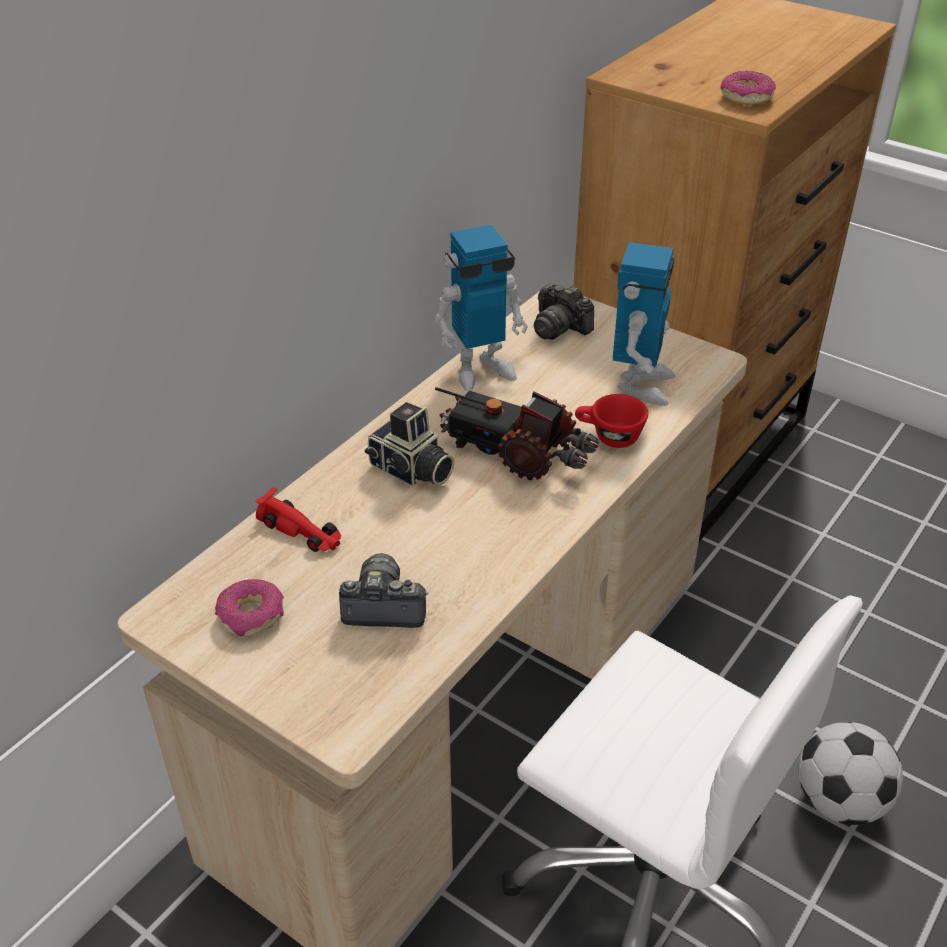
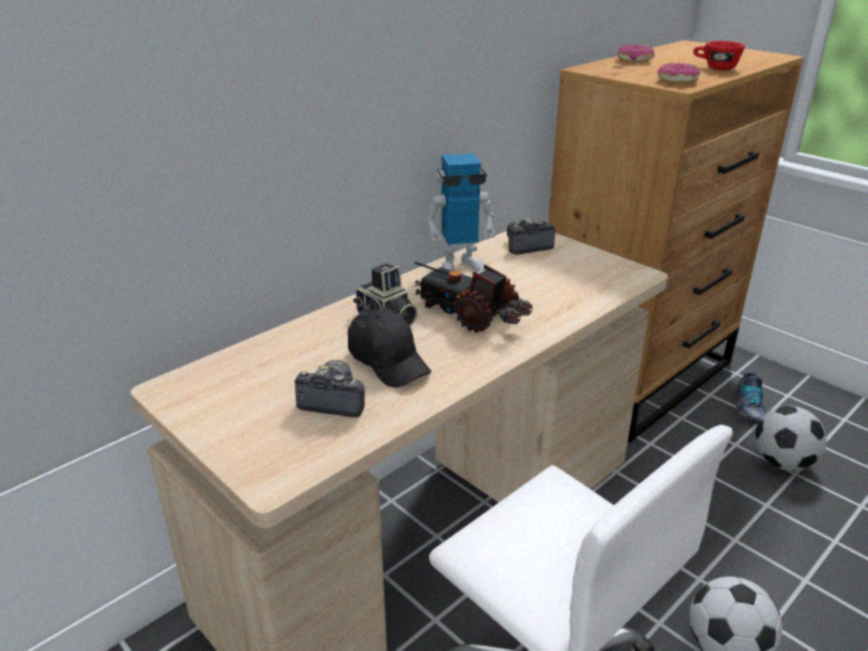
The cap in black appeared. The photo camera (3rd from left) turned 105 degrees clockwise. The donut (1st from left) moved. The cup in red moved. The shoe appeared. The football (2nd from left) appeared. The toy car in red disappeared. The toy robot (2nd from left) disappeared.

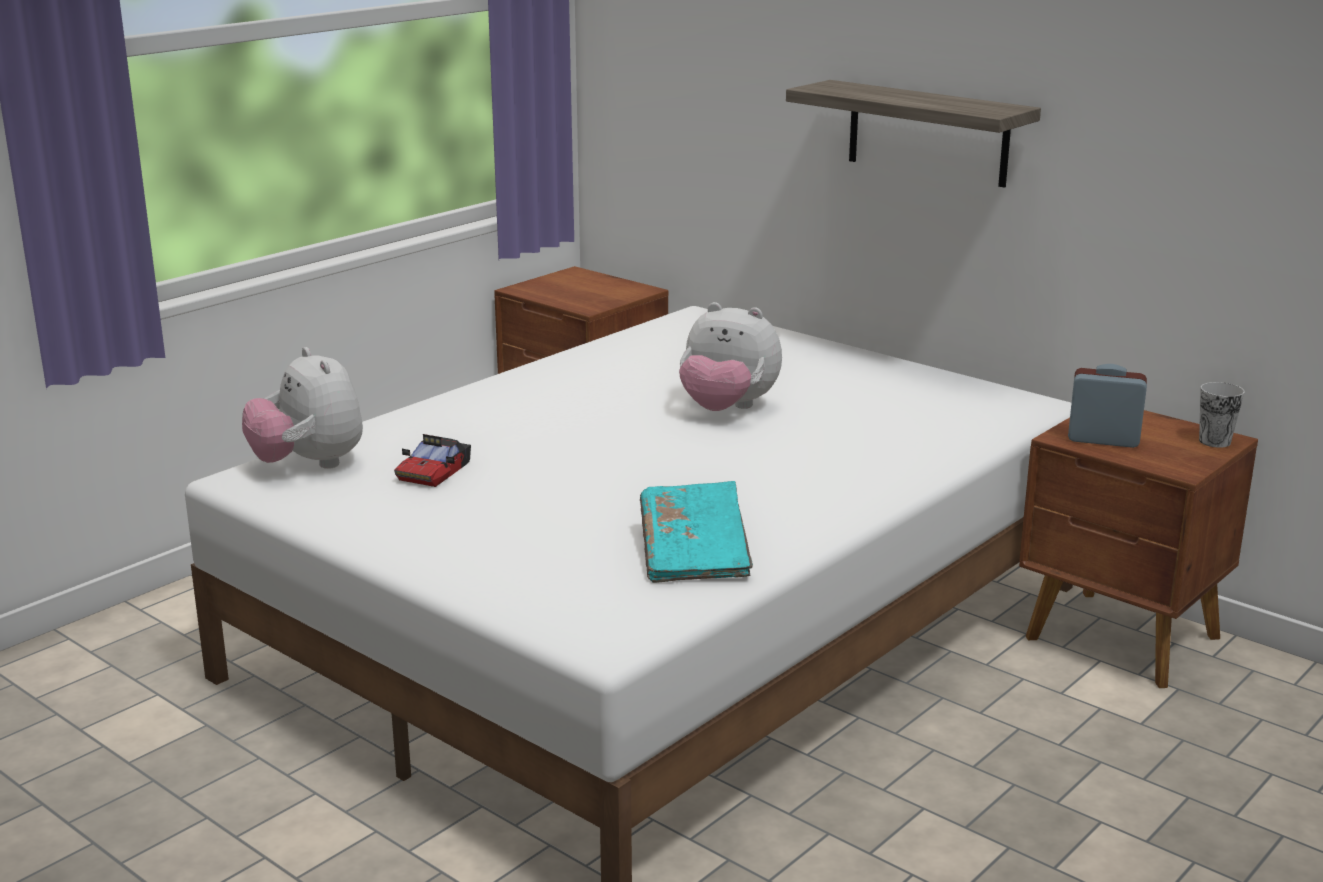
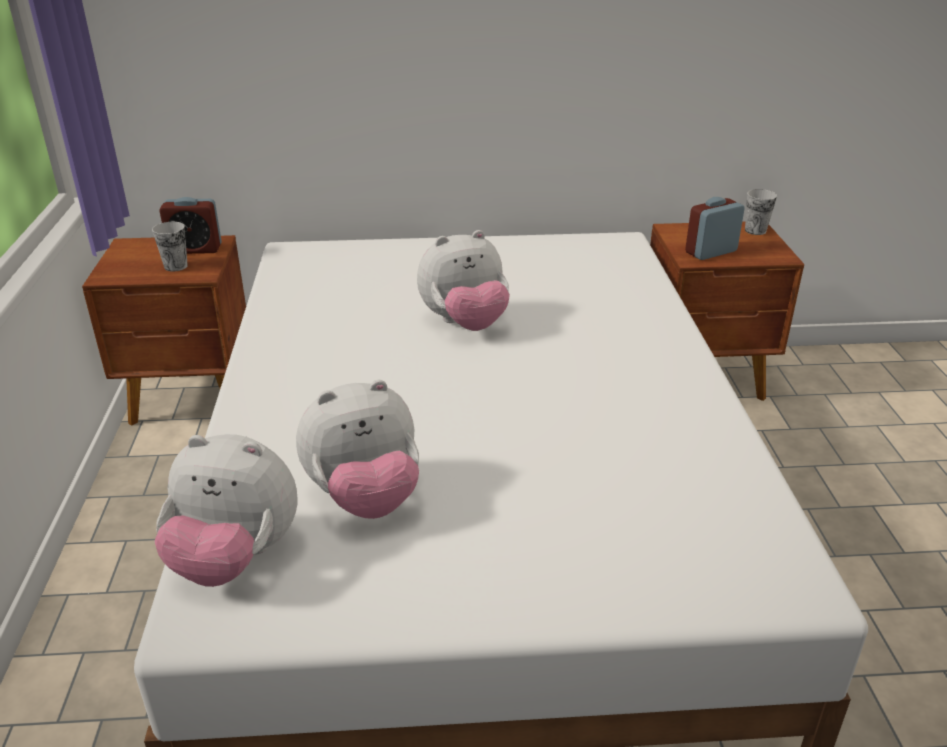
The cup (1st from left) appeared. The alarm clock (1st from left) appeared. The toy car was replaced by the plush toy (2nd from left). The book in turquoise disappeared. The shelf disappeared.

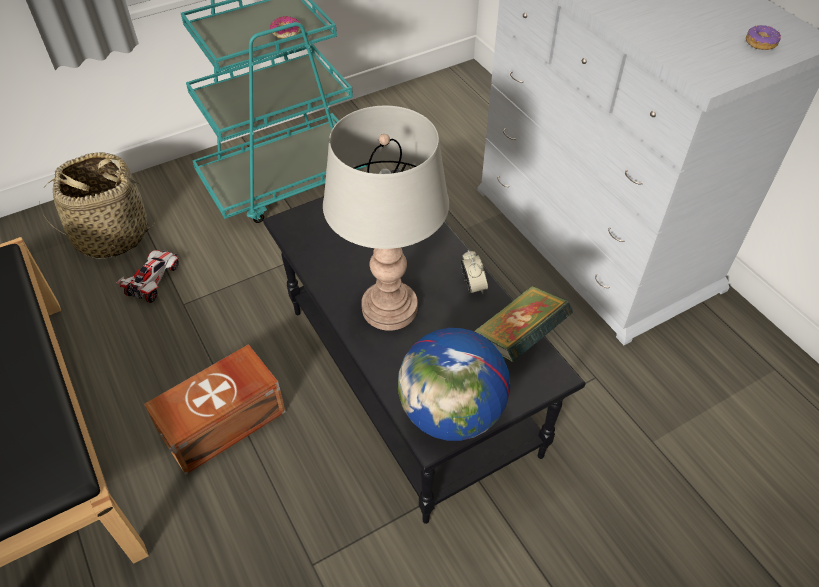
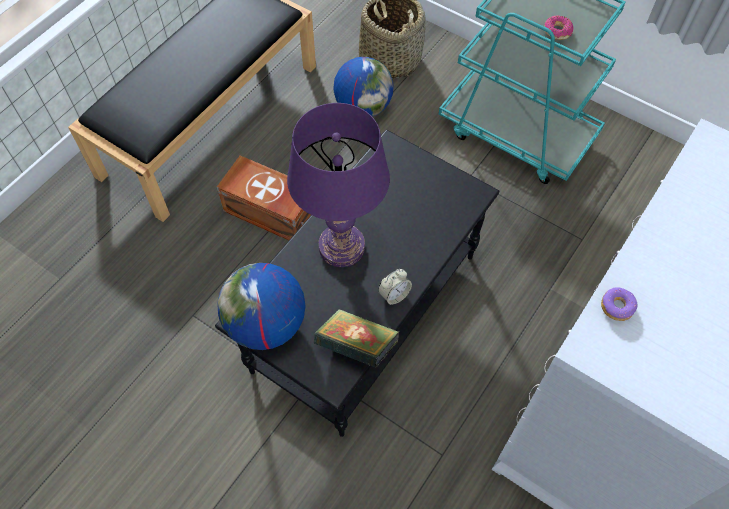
The table lamp in grey became the table lamp in purple. The toy car was replaced by the globe (2nd from left). The donut (2nd from left) moved.

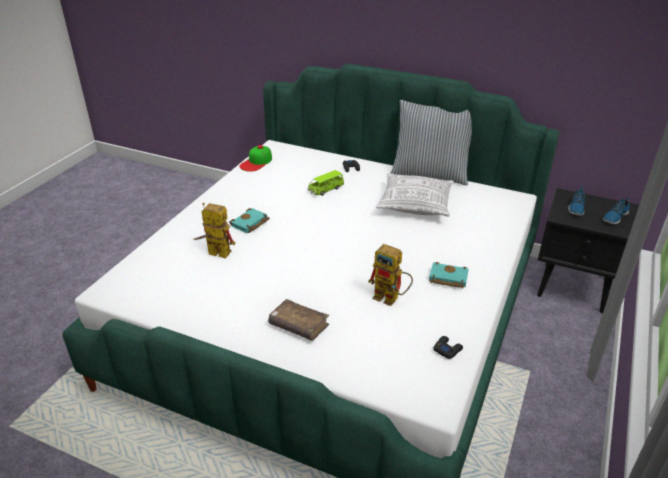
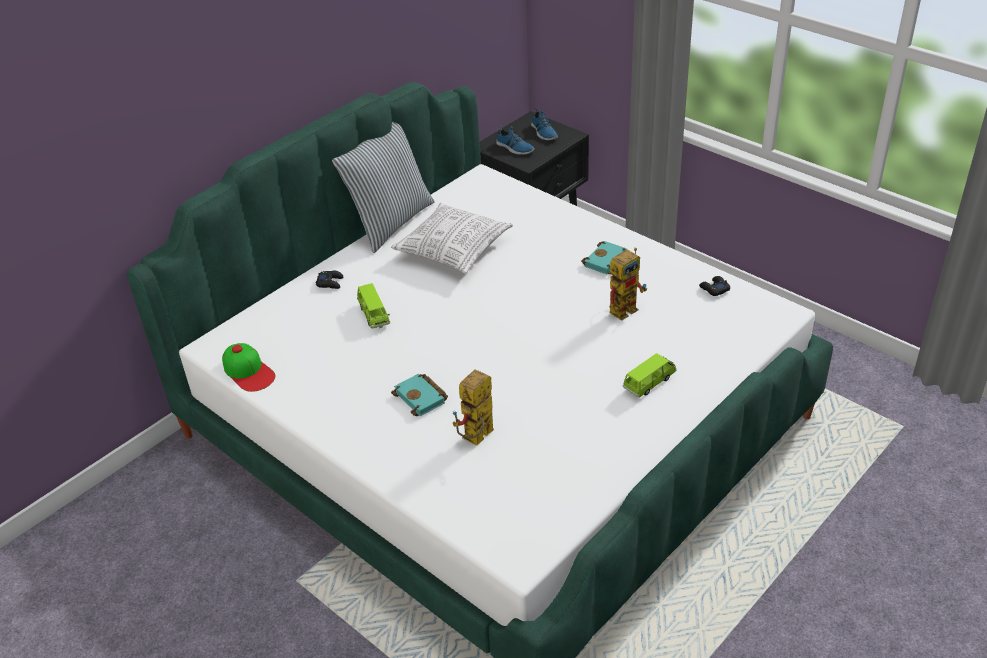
The book in brown was replaced by the toy car in green (2nd from left).

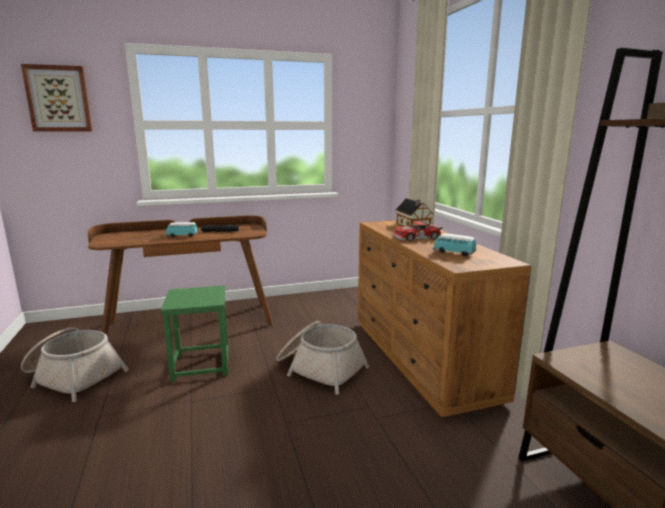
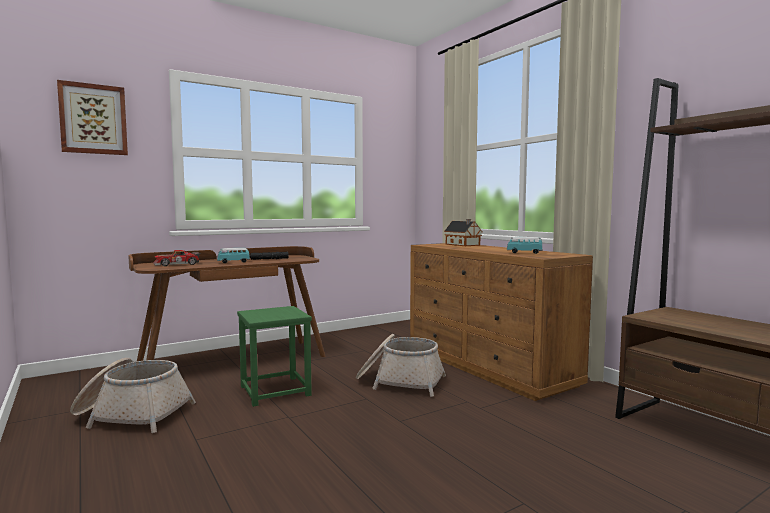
The toy car (2nd from left in the first image) moved.

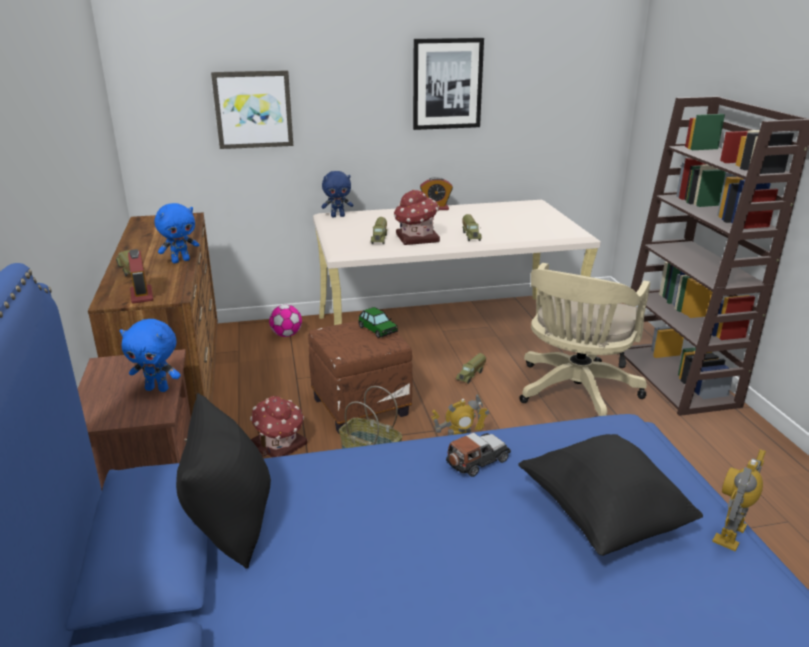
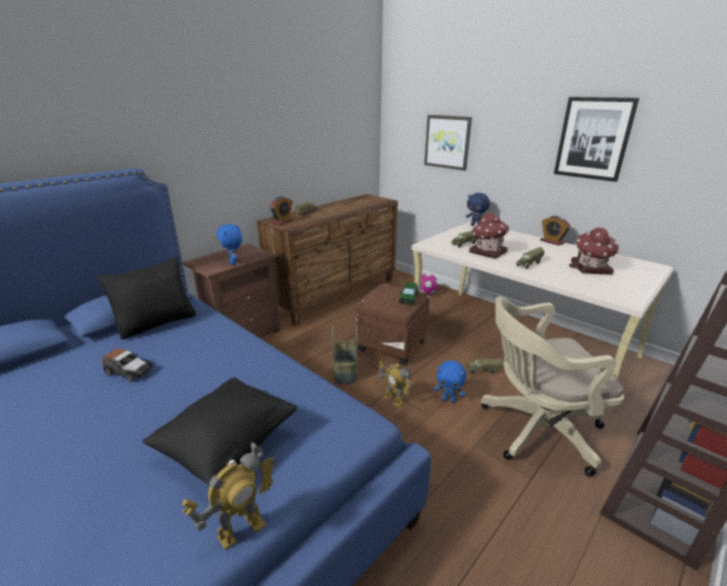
The toy car (2nd from left in the first image) moved. The toy robot (2nd from left in the first image) turned 135 degrees clockwise. The plush toy in blue (2nd from left) moved. The toy house (1st from left in the first image) moved.

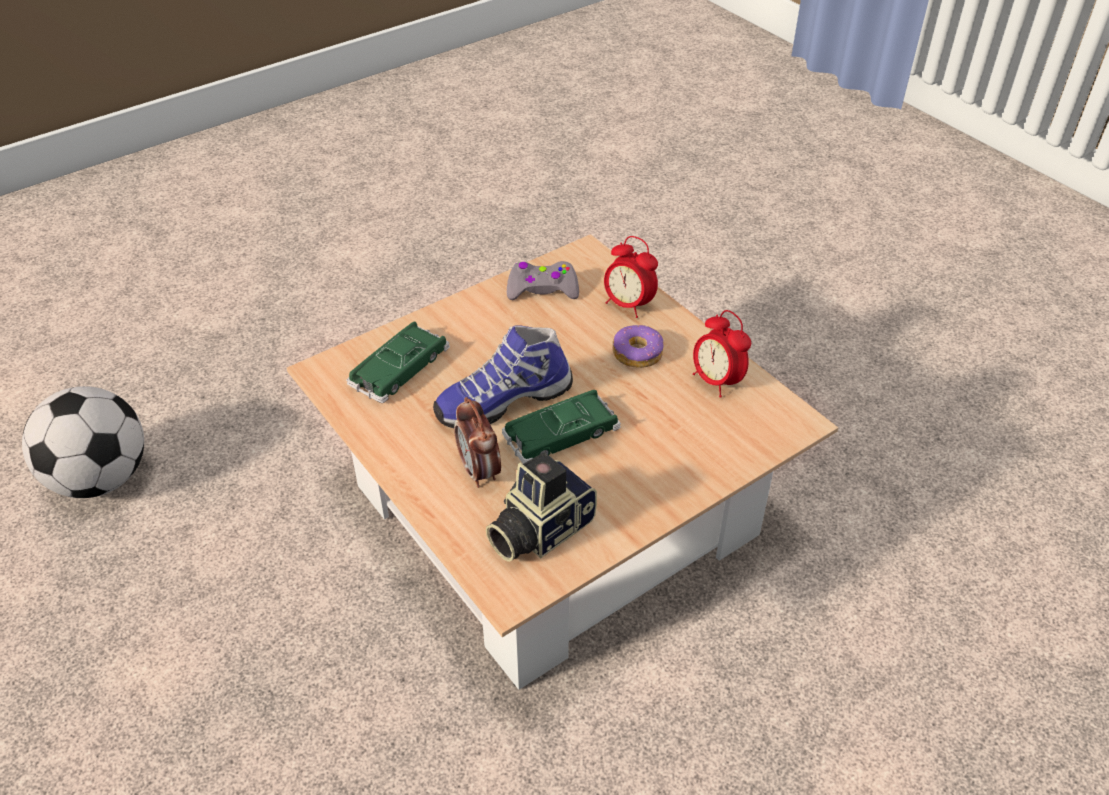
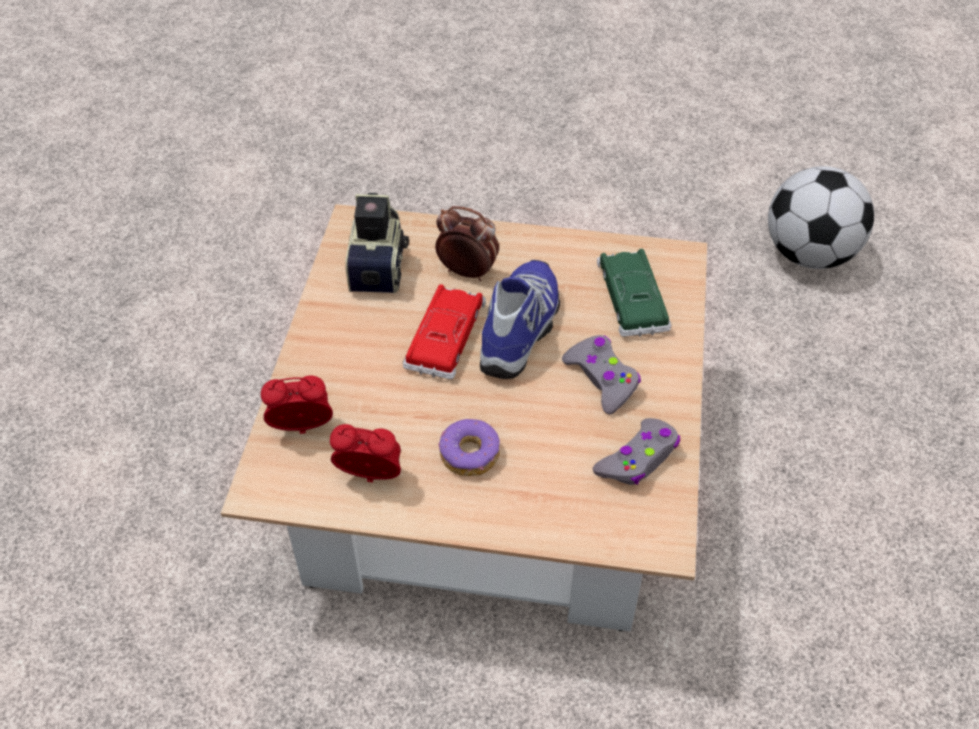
The alarm clock (2nd from left in the first image) moved. The toy car in green (2nd from left) became the toy car in red. The game controller in grey (1st from left) appeared.

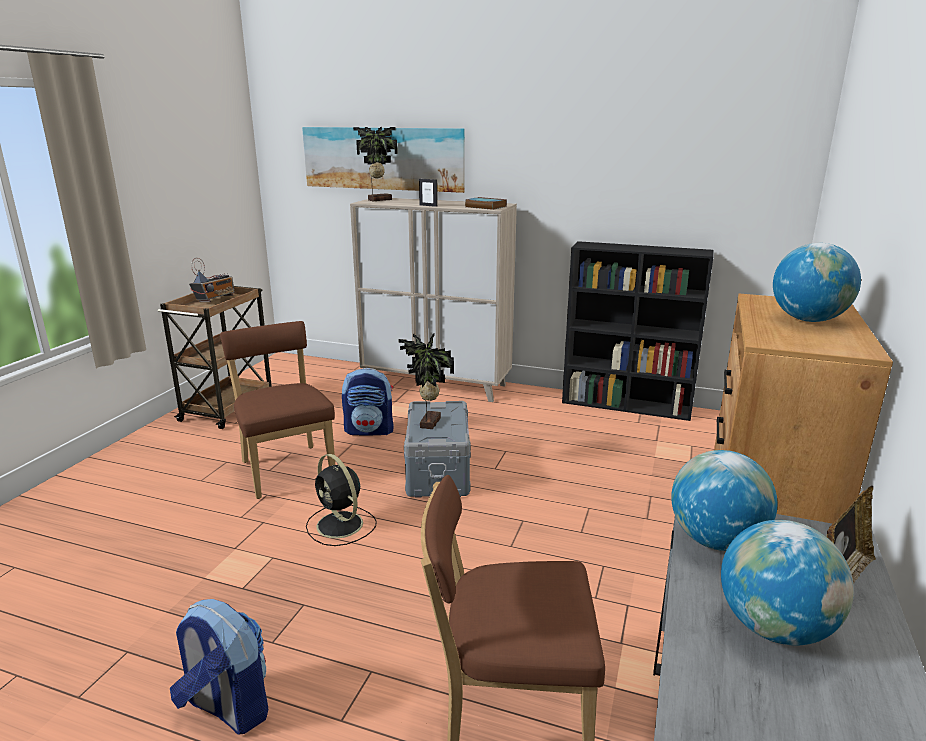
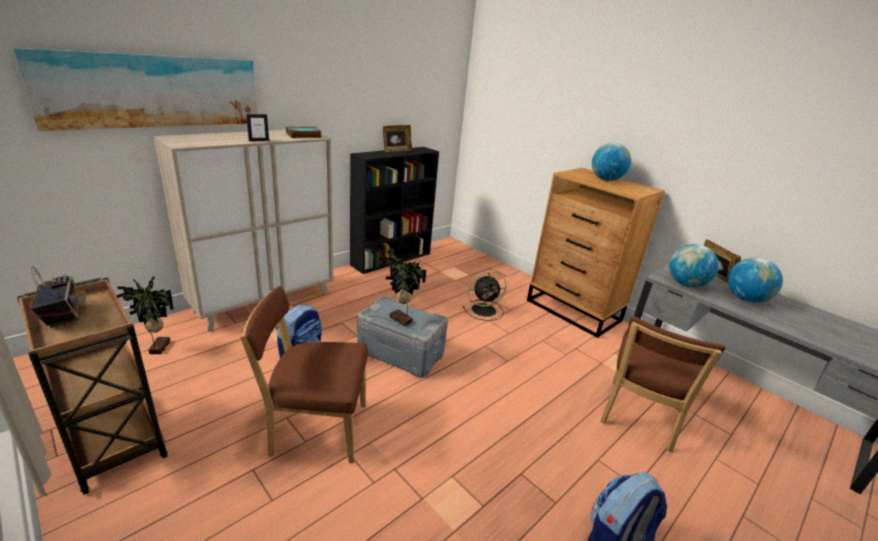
The potted plant (1st from left) moved. The picture frame (2nd from left) appeared. The fan in black moved.

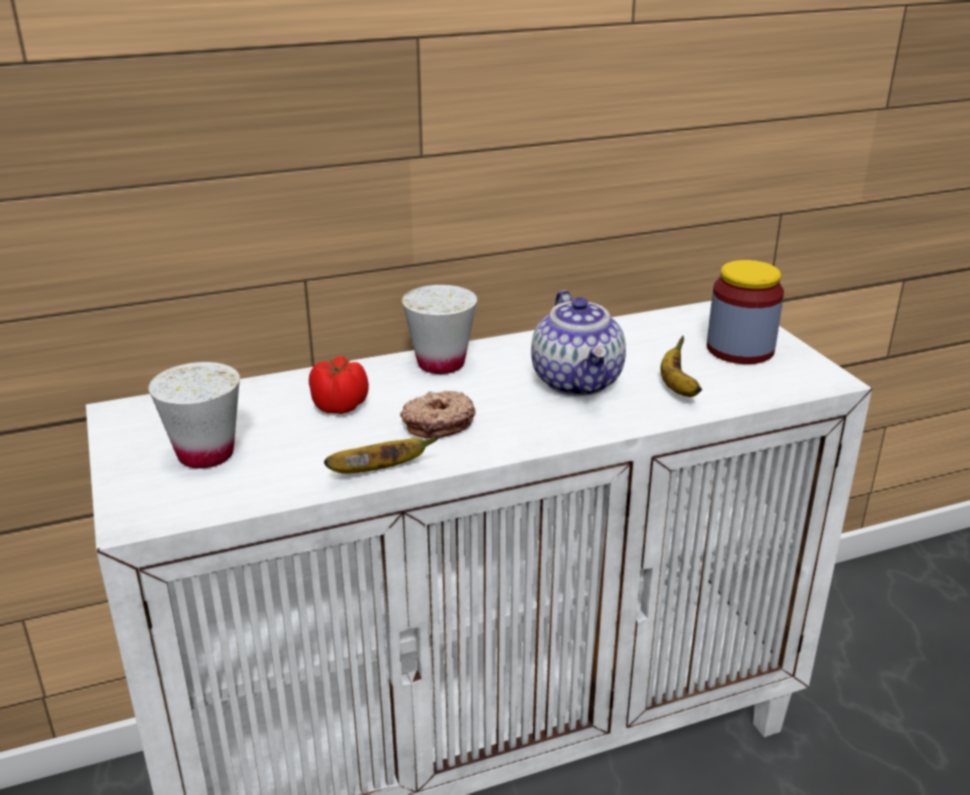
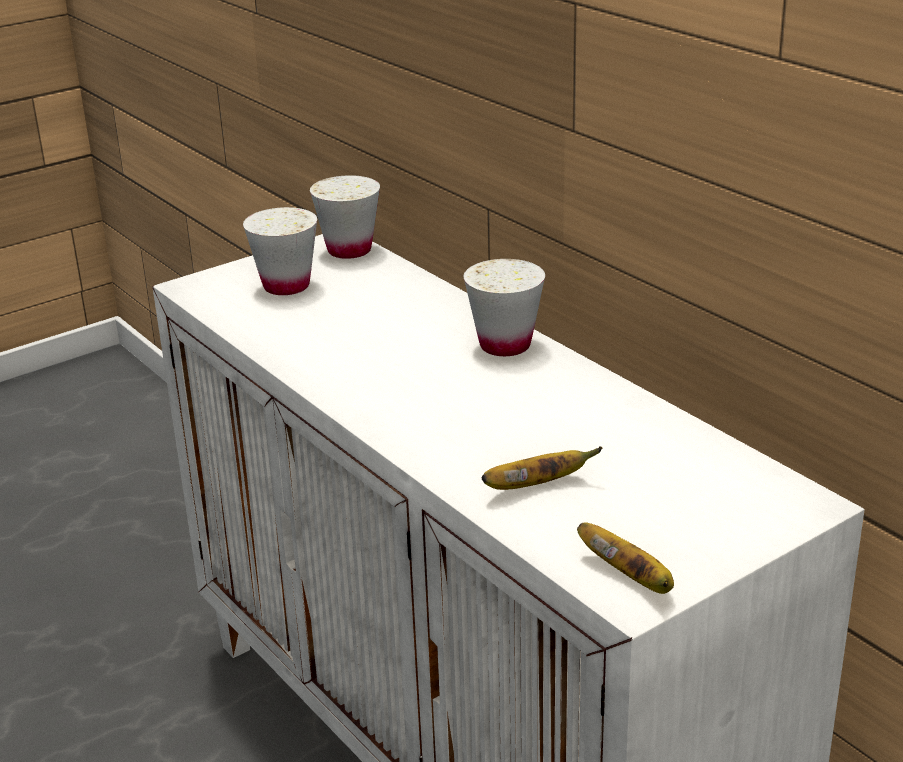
The cup in white (2nd from left) appeared. The banana (1st from left in the first image) moved. The tomato disappeared. The donut disappeared. The teapot disappeared. The jar disappeared.

